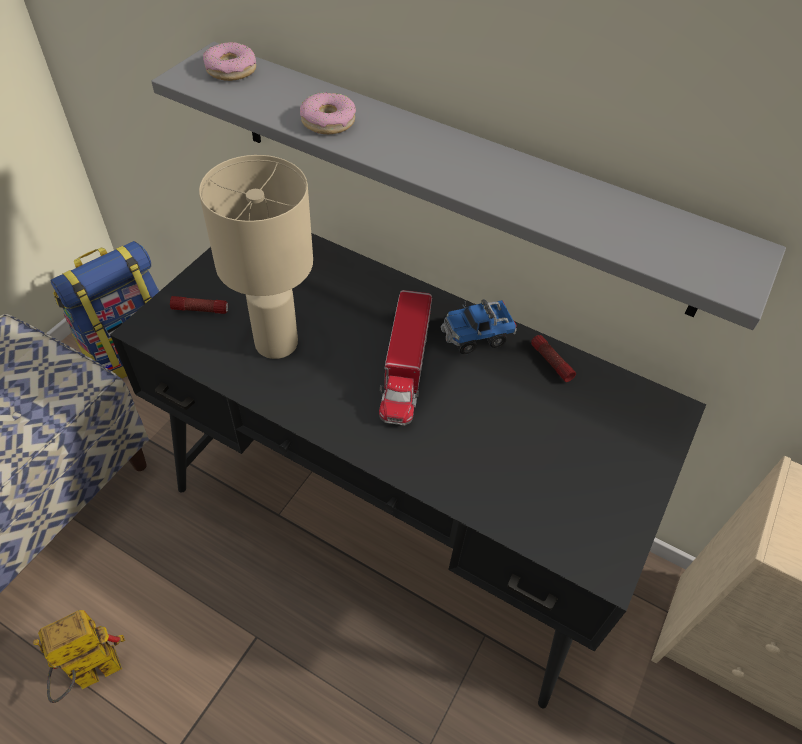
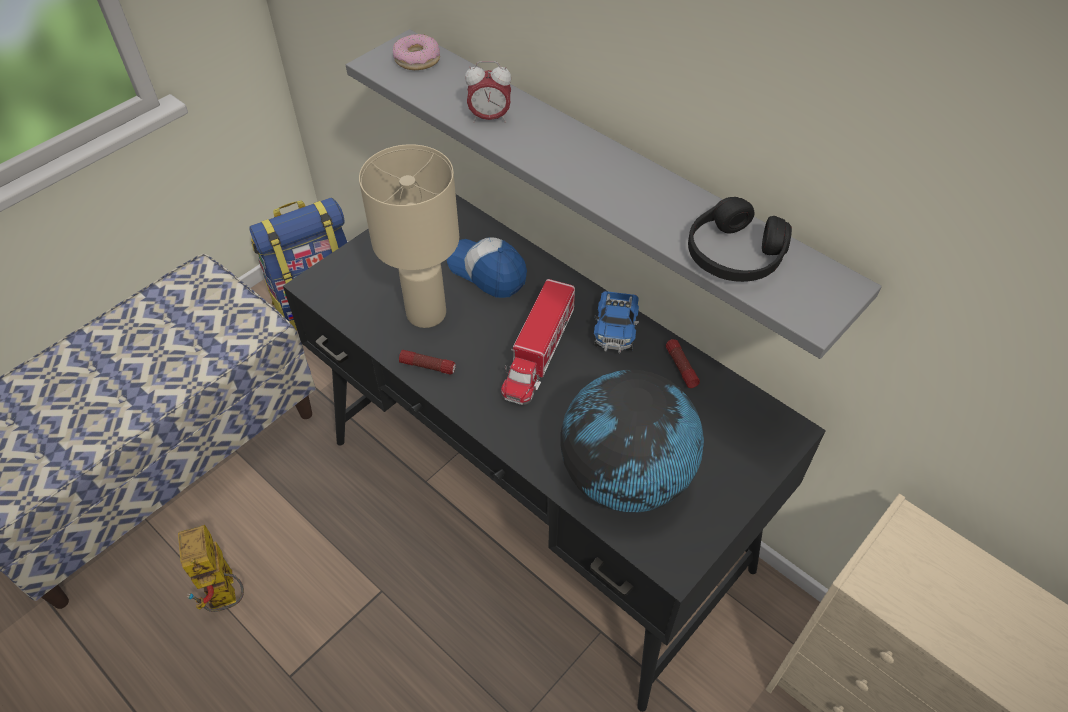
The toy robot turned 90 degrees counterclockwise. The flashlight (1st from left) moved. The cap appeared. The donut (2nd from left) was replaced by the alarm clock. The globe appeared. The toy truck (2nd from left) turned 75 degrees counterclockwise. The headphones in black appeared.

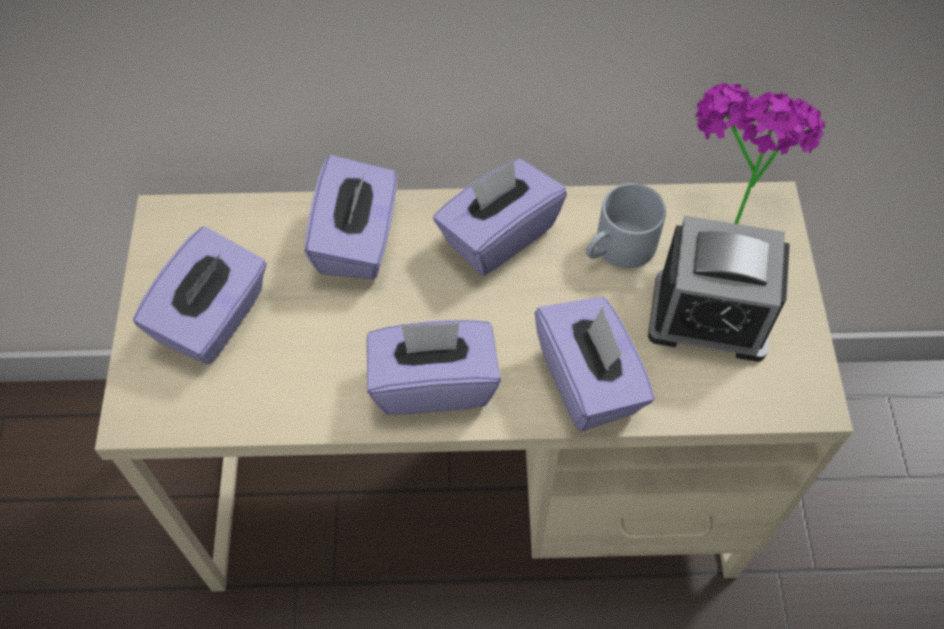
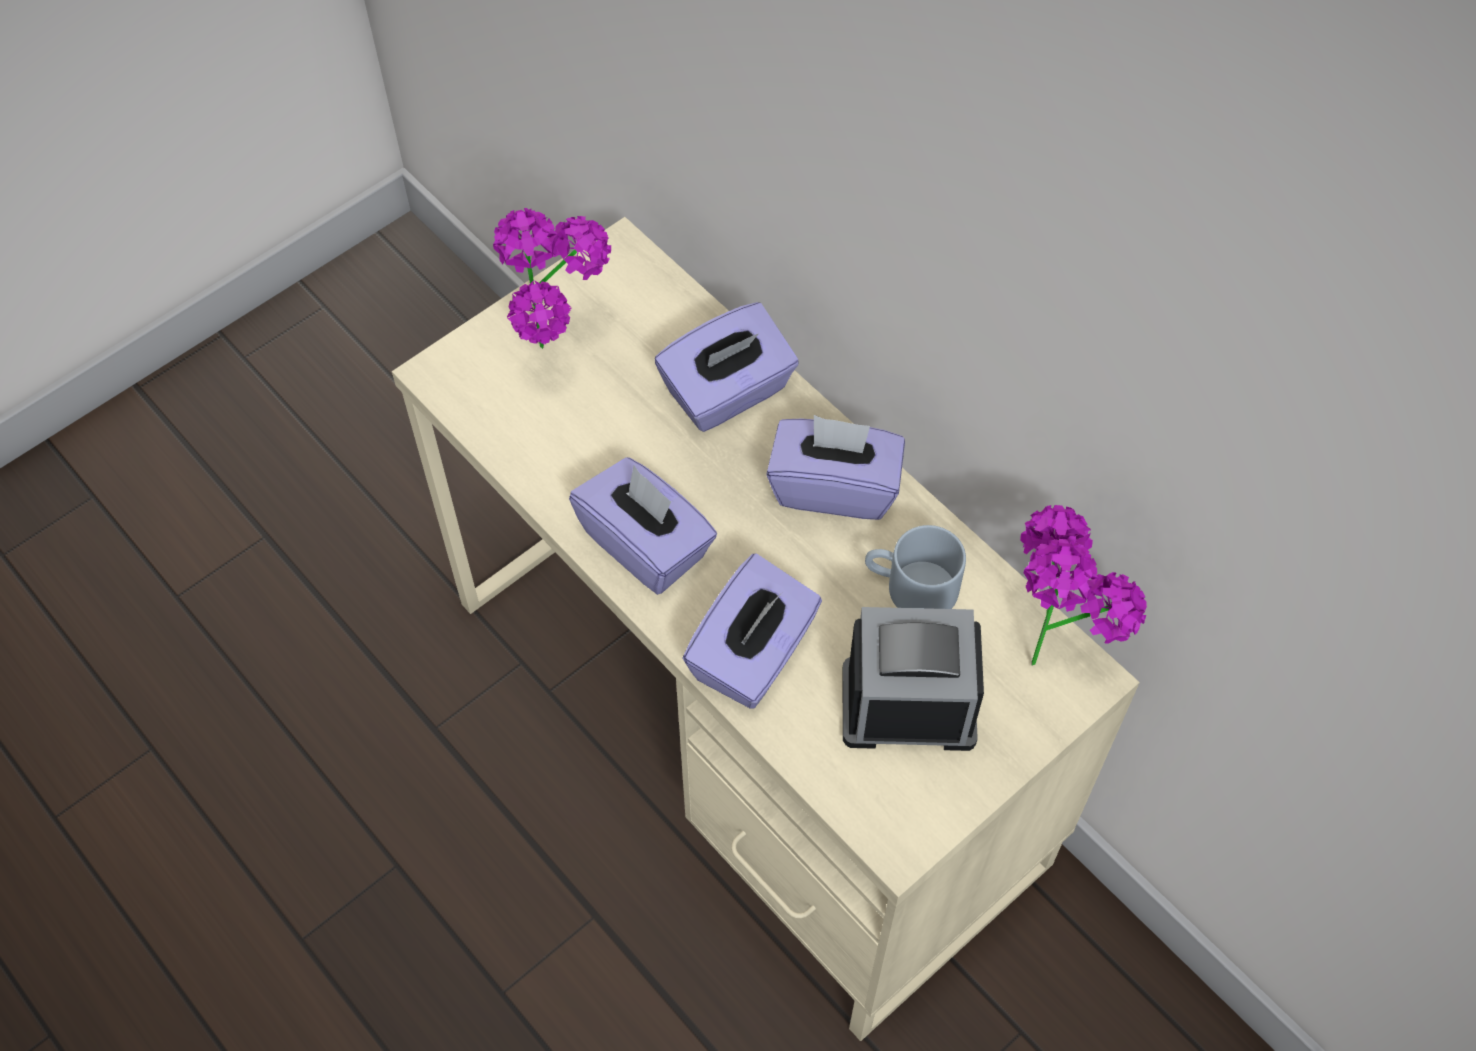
The tissue box in purple (1st from left) was replaced by the potted plant (1st from left). The alarm clock turned 120 degrees clockwise.

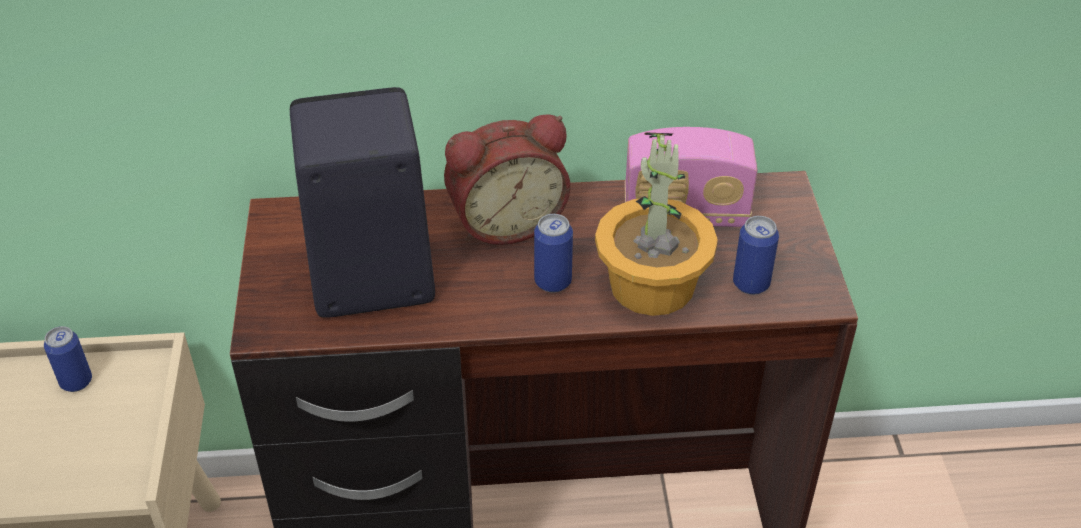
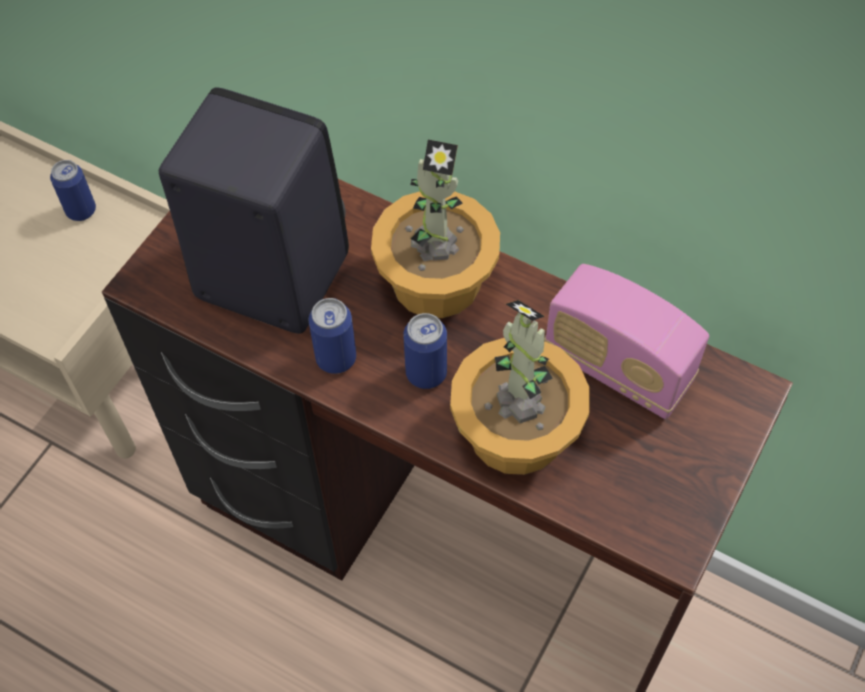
The can (3rd from left in the first image) moved. The alarm clock was replaced by the potted plant (1st from left).

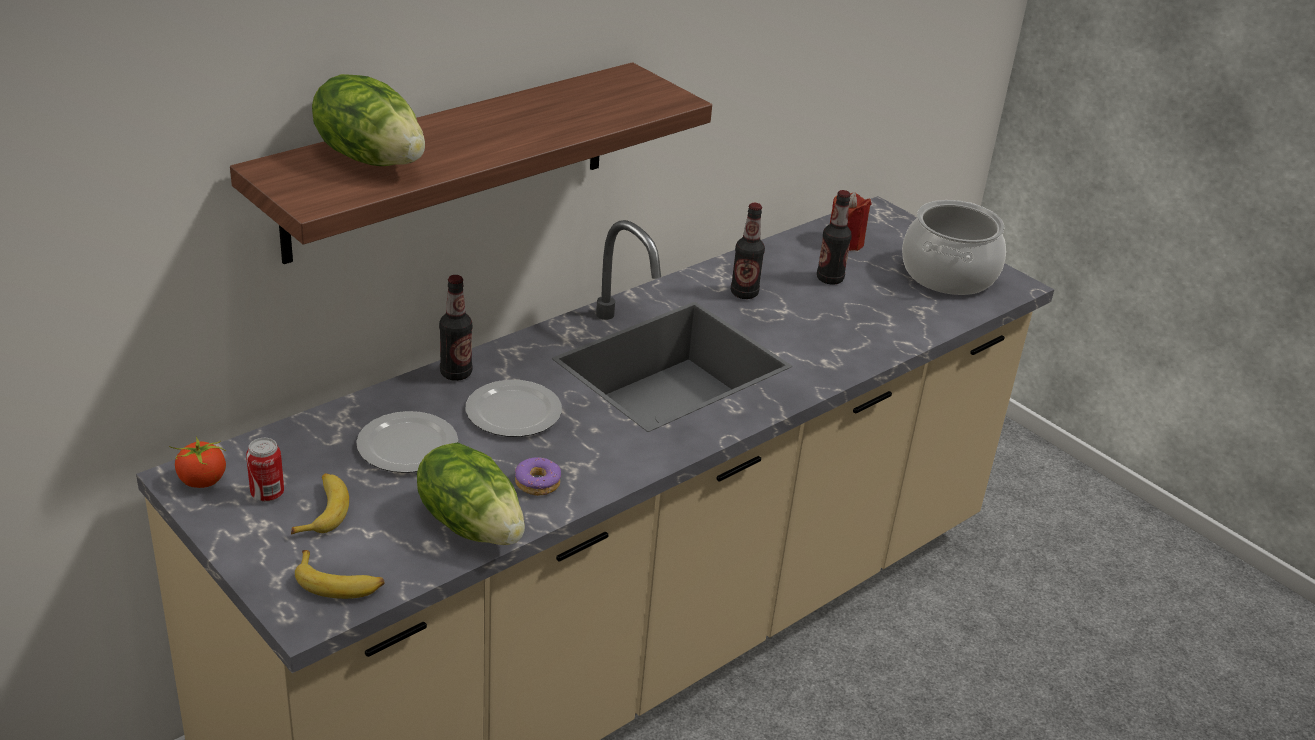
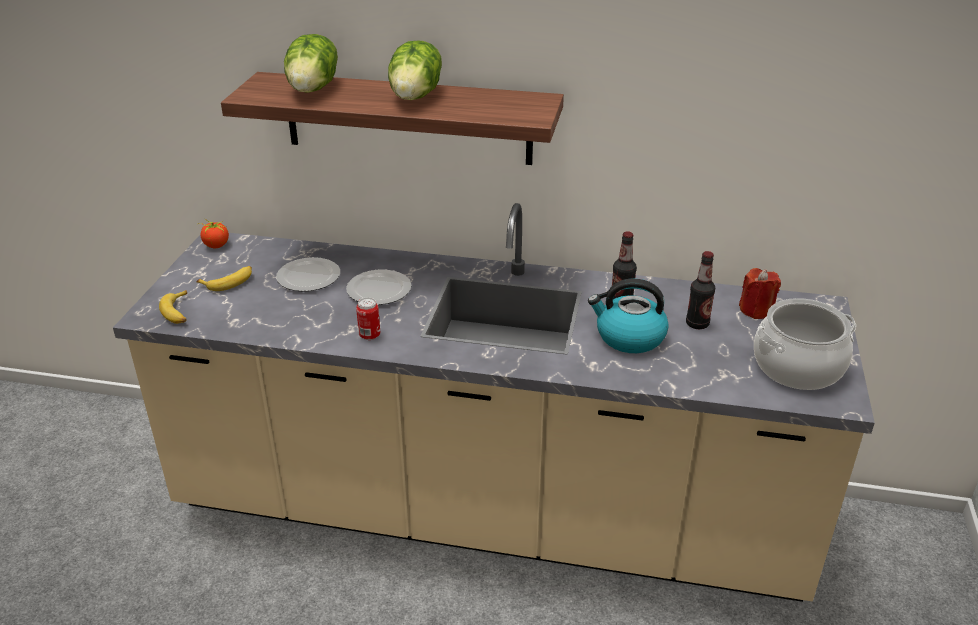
The can moved. The lettuce (2nd from left) moved. The kettle appeared. The bottle (1st from left) disappeared. The donut disappeared.

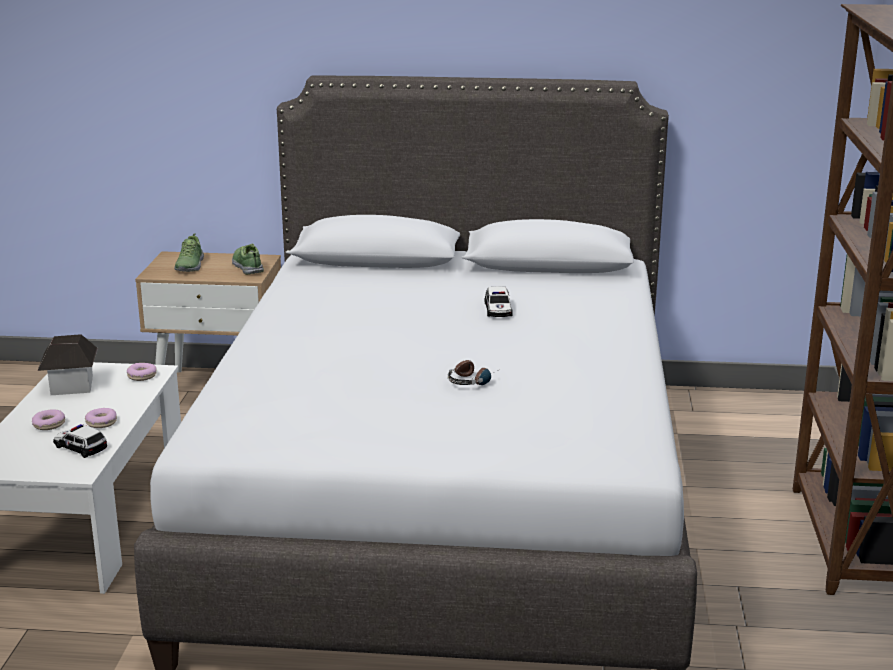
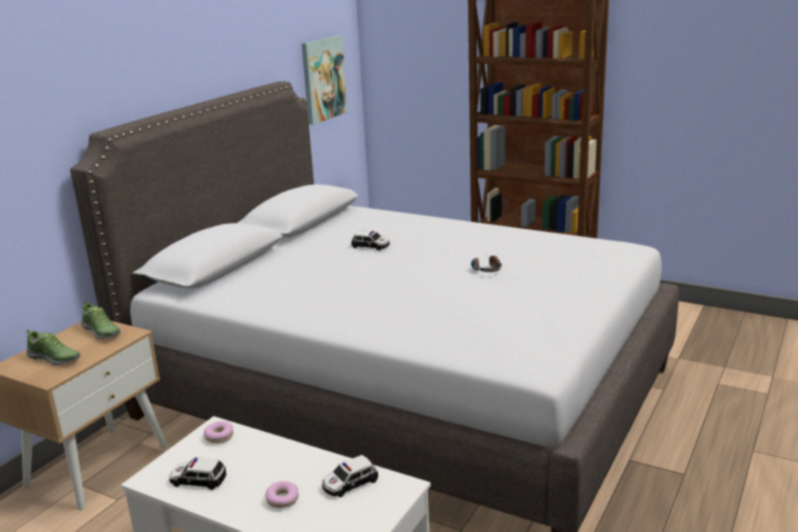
The shoe (2nd from left) turned 135 degrees counterclockwise. The toy house was replaced by the toy car (1st from left). The picture appeared. The donut (2nd from left) disappeared.

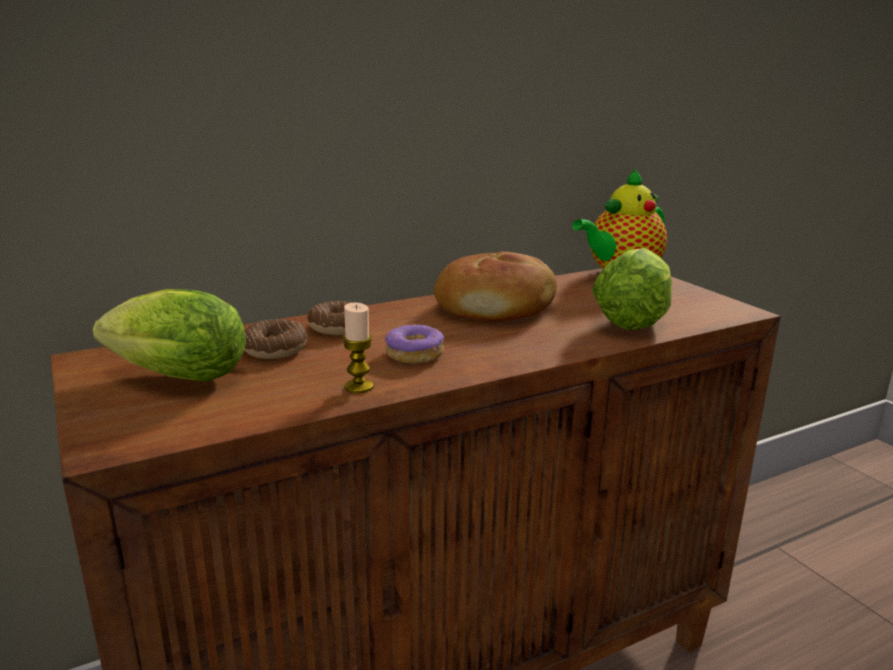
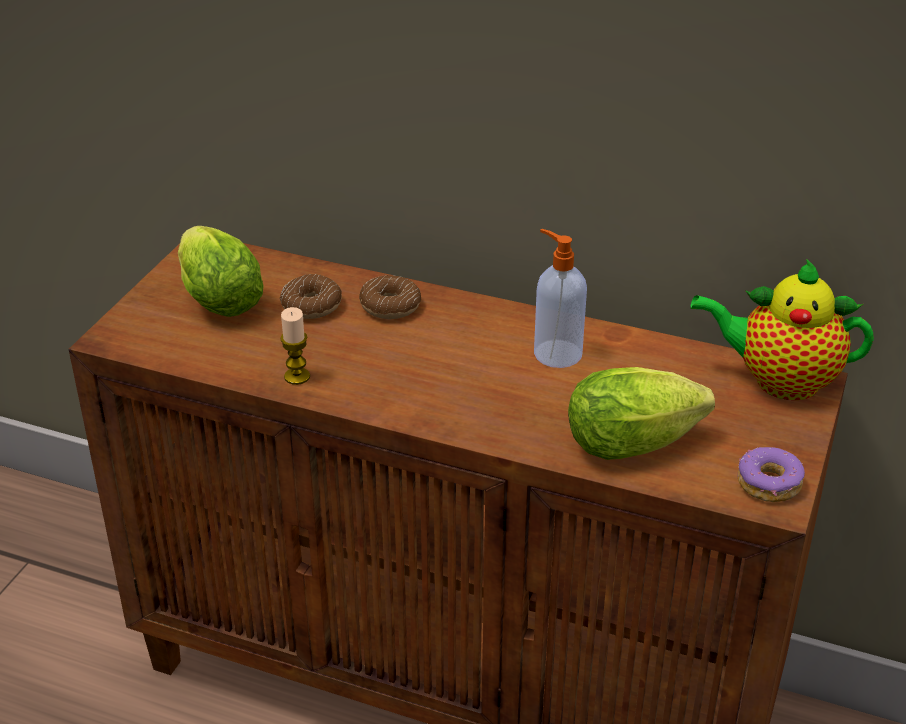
The bread was replaced by the soap dispenser. The donut (3rd from left) moved.

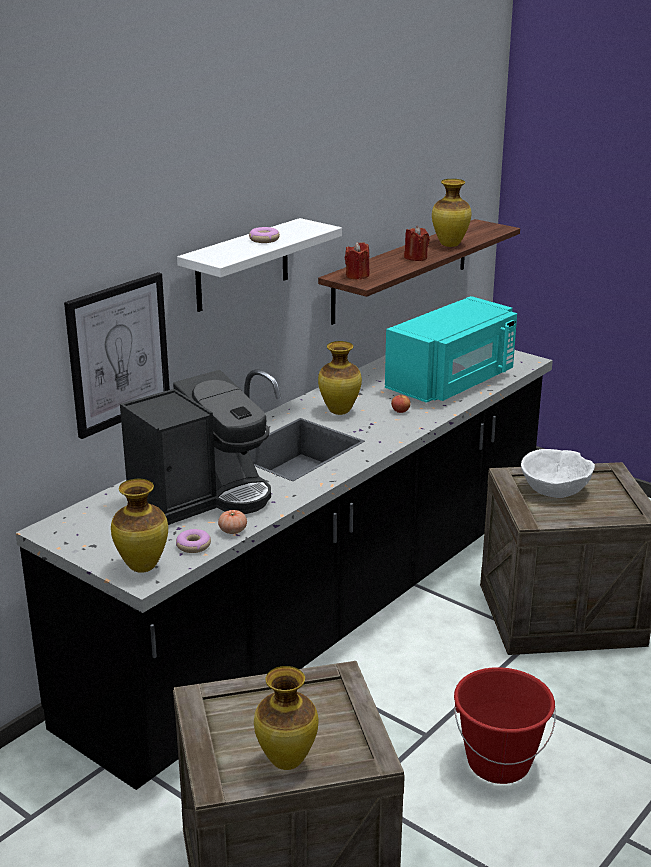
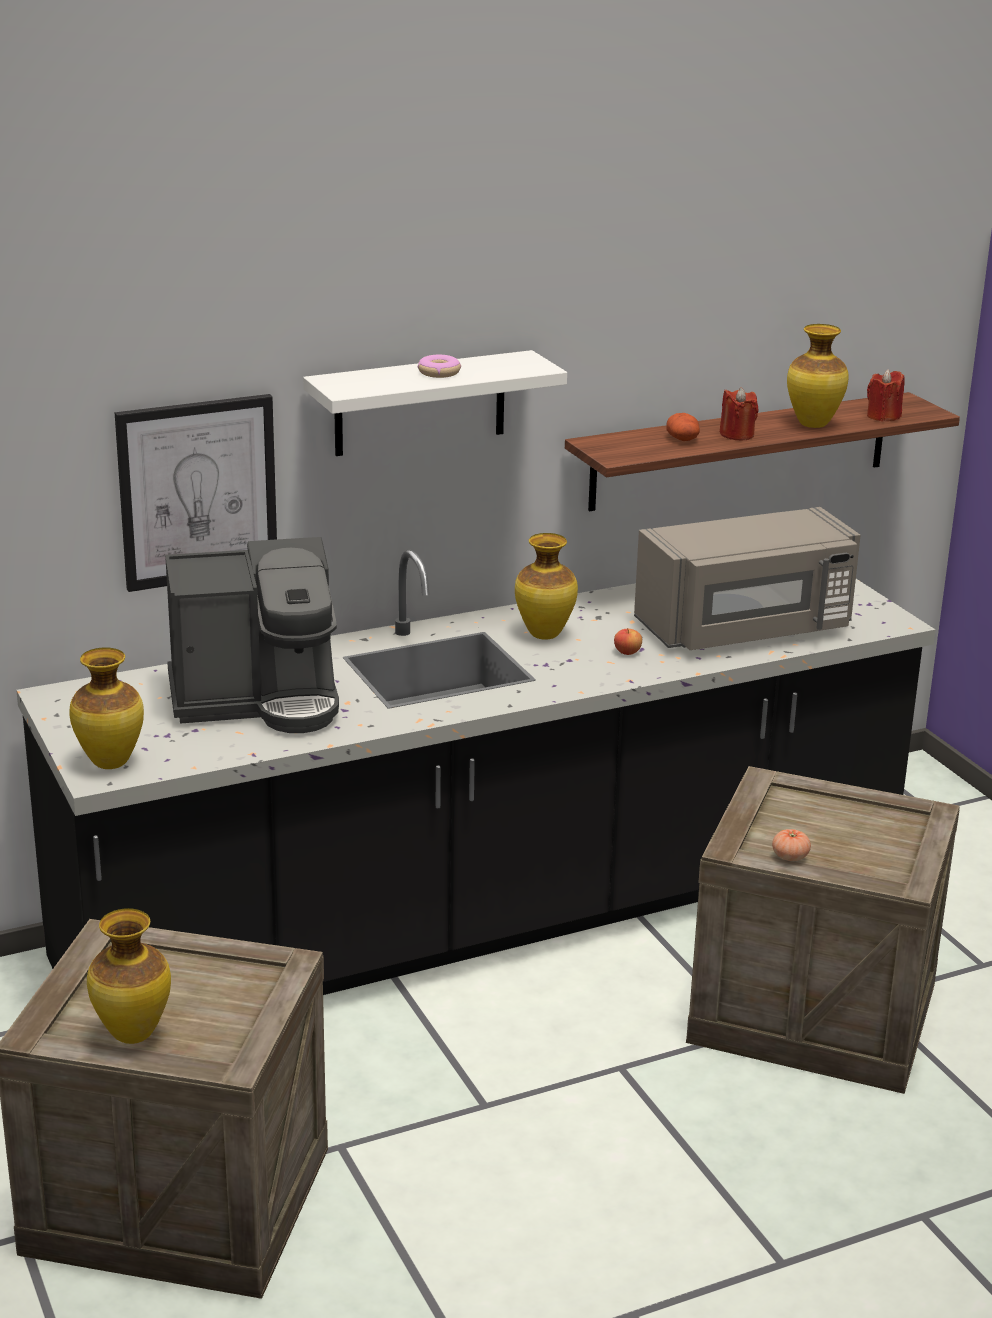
The microwave in turquoise became the microwave in grey. The potato appeared. The tomato moved. The candle in red (1st from left in the first image) moved. The donut (1st from left) disappeared. The bucket in red disappeared. The bowl in white disappeared.

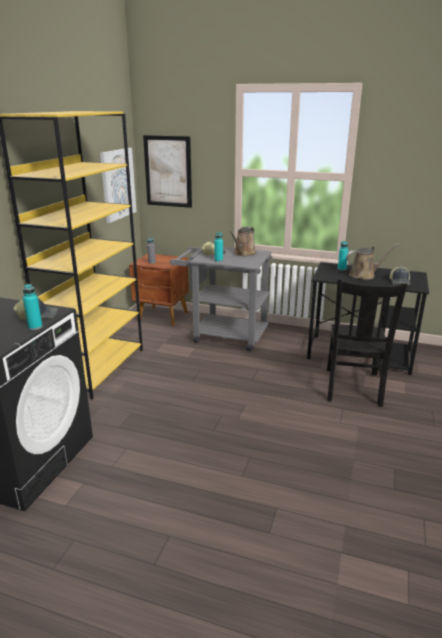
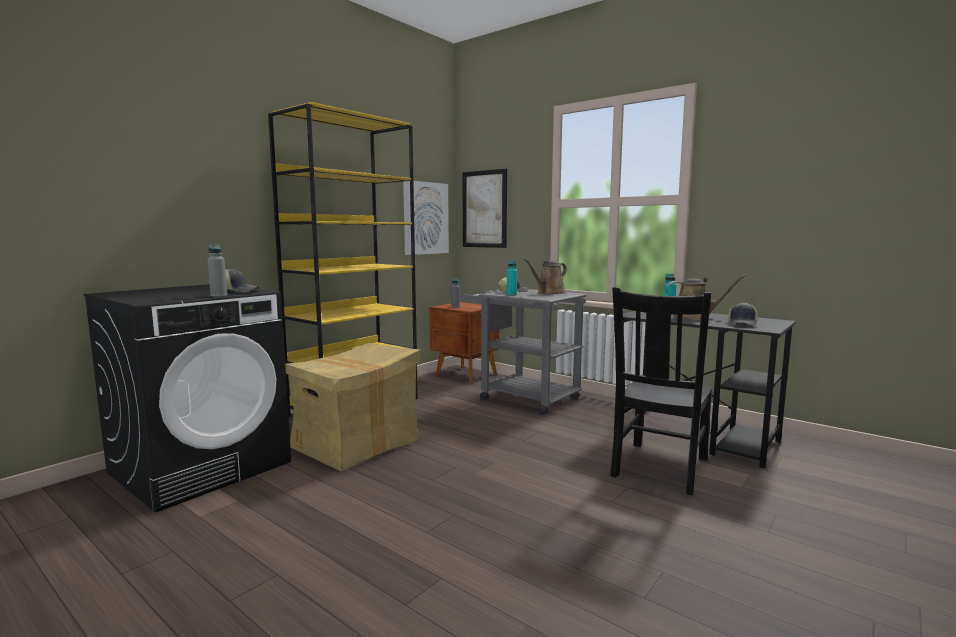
The bottle in turquoise (1st from left) became the bottle in grey (1st from left). The cardboard box appeared.

